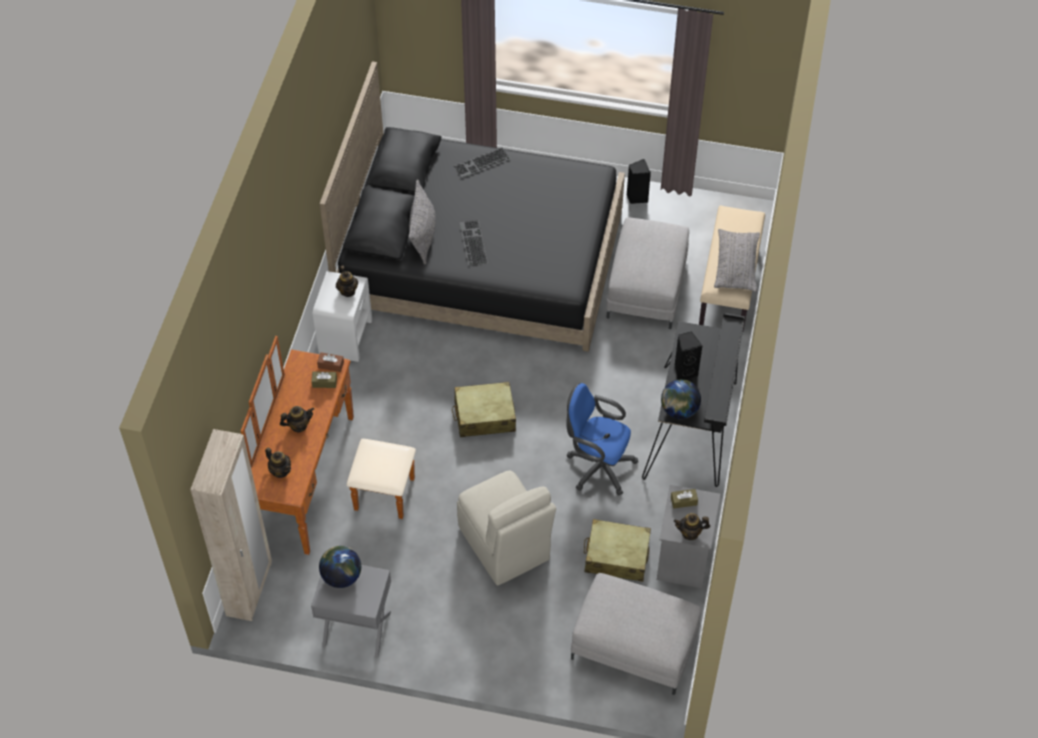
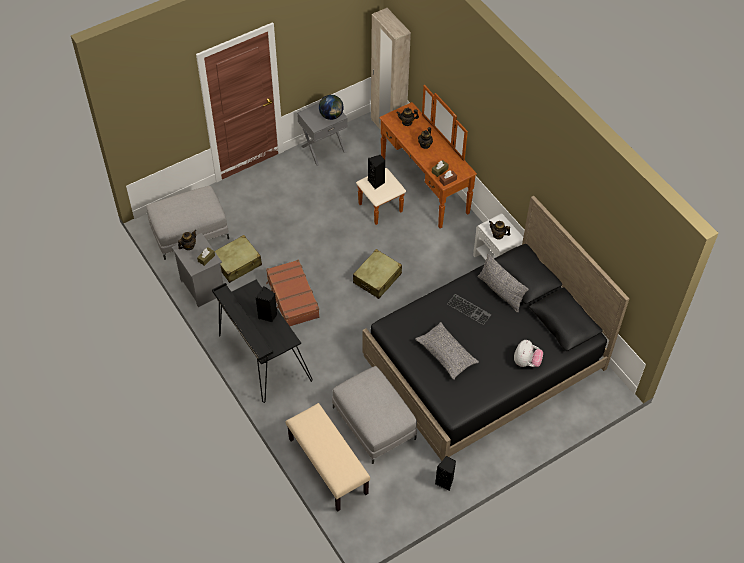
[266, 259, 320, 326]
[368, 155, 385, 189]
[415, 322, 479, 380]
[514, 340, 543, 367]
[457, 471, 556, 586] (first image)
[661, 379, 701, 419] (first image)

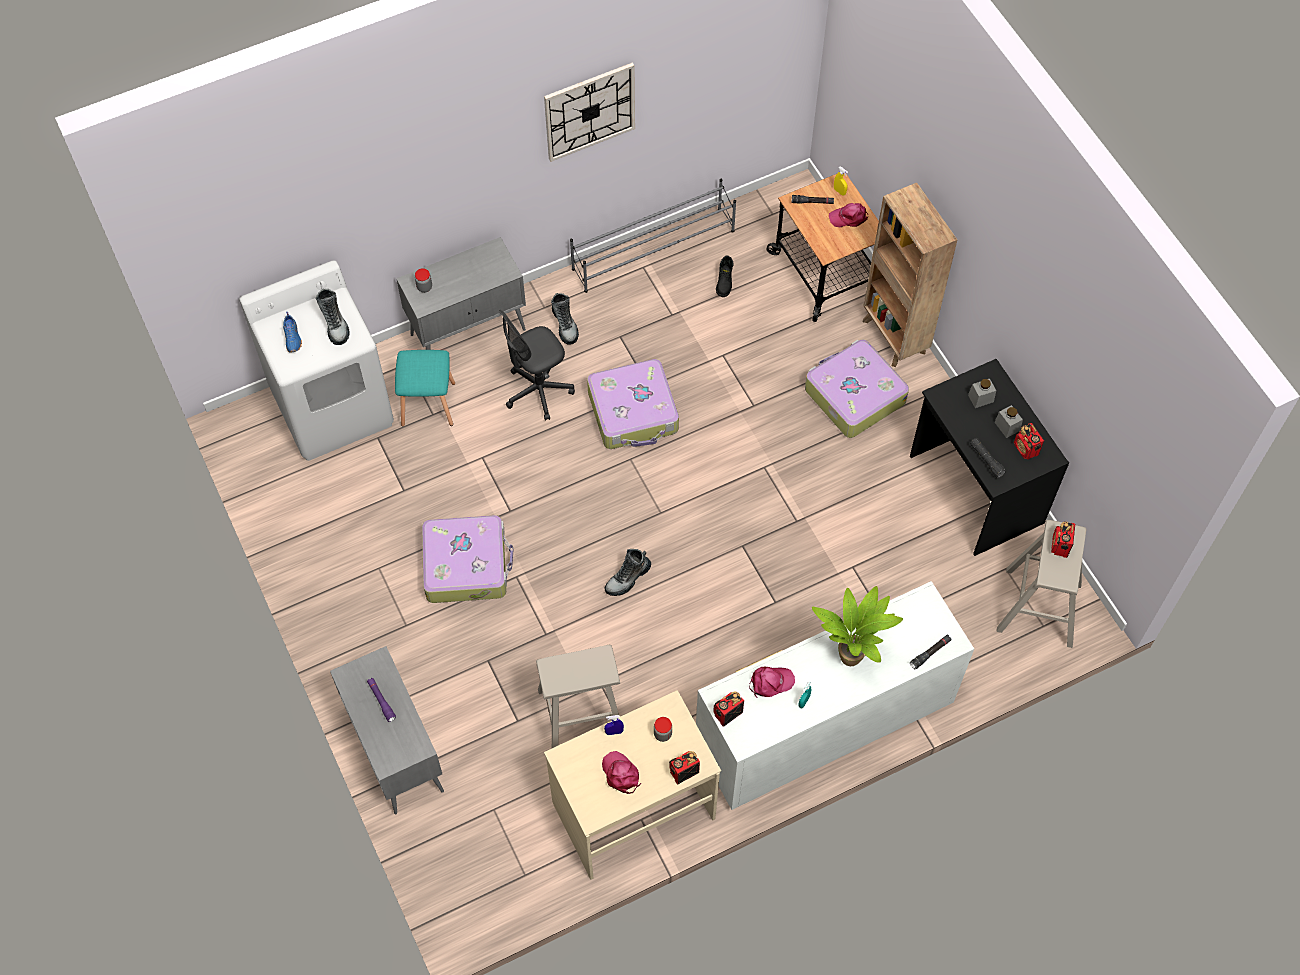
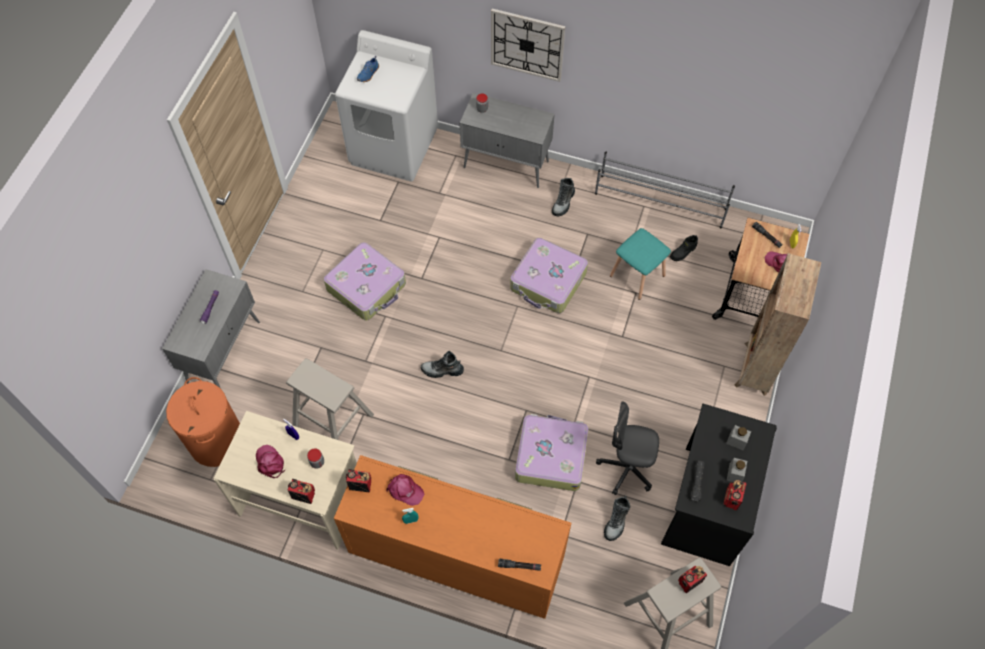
[166, 377, 240, 467]
[256, 445, 285, 478]
[334, 455, 571, 619]
[491, 8, 565, 82]
[515, 414, 589, 491]
[596, 401, 659, 495]
[604, 495, 630, 541]
[610, 228, 671, 300]
[812, 586, 903, 666] (first image)

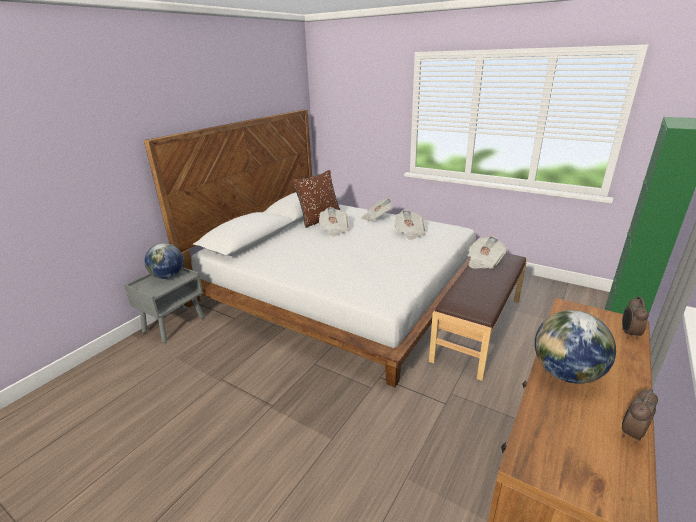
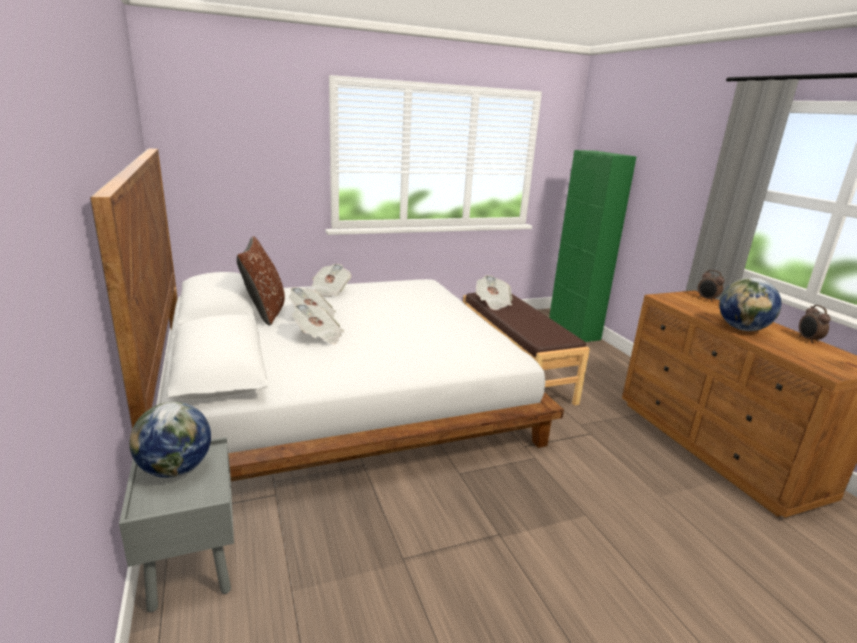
[292, 303, 344, 344]

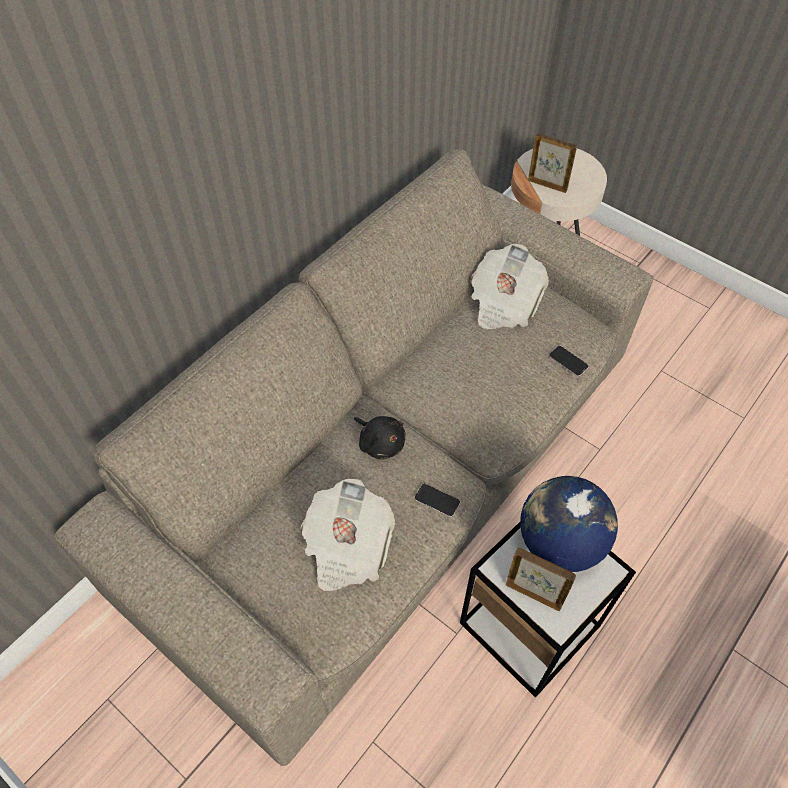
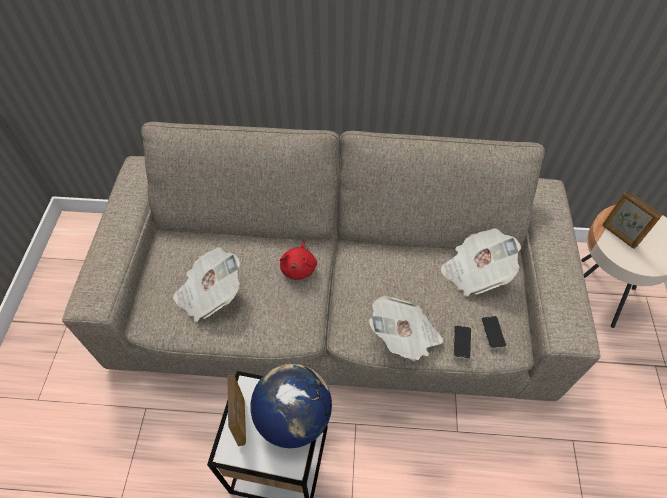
[280, 241, 317, 280]
[368, 296, 443, 361]
[481, 316, 506, 349]
[602, 190, 662, 249]

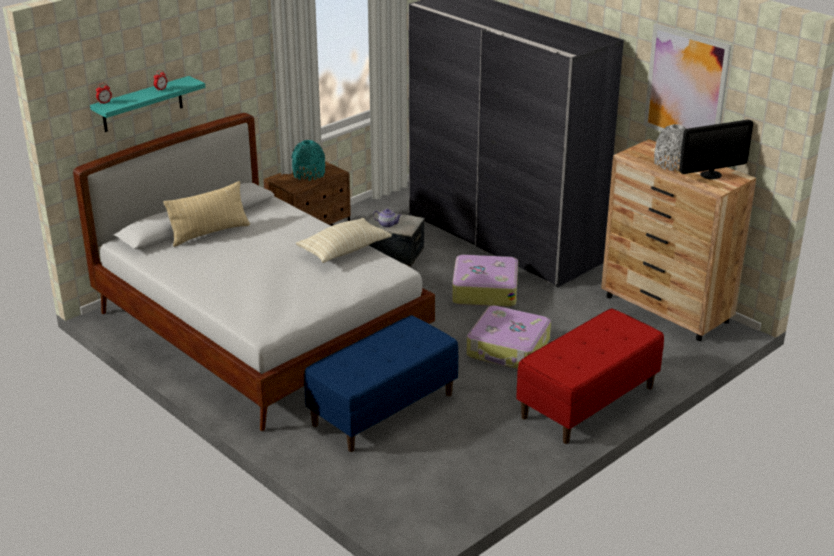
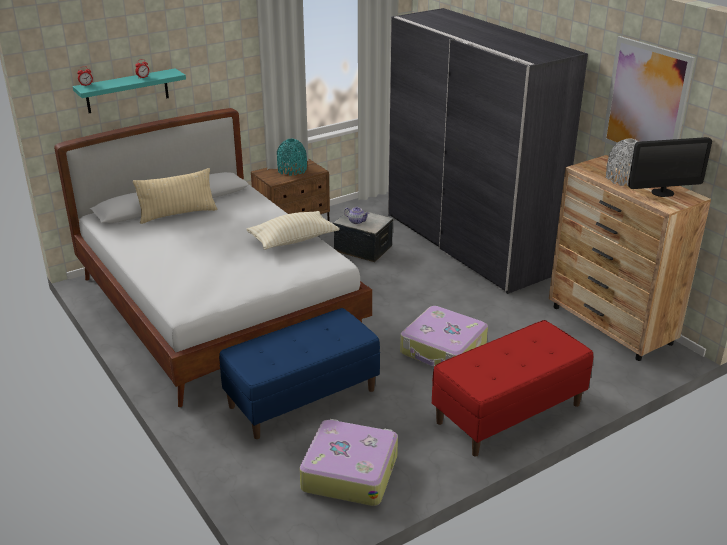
[299, 419, 398, 506]

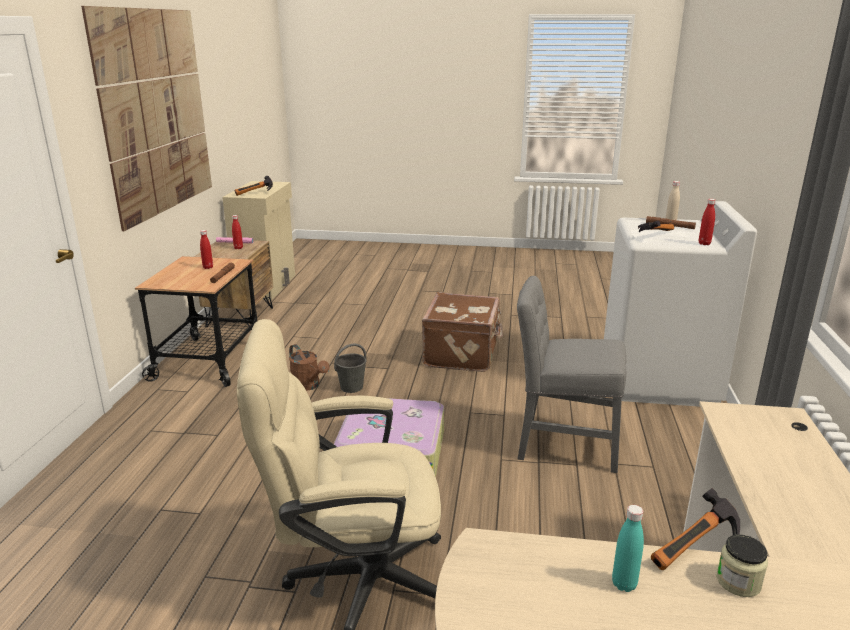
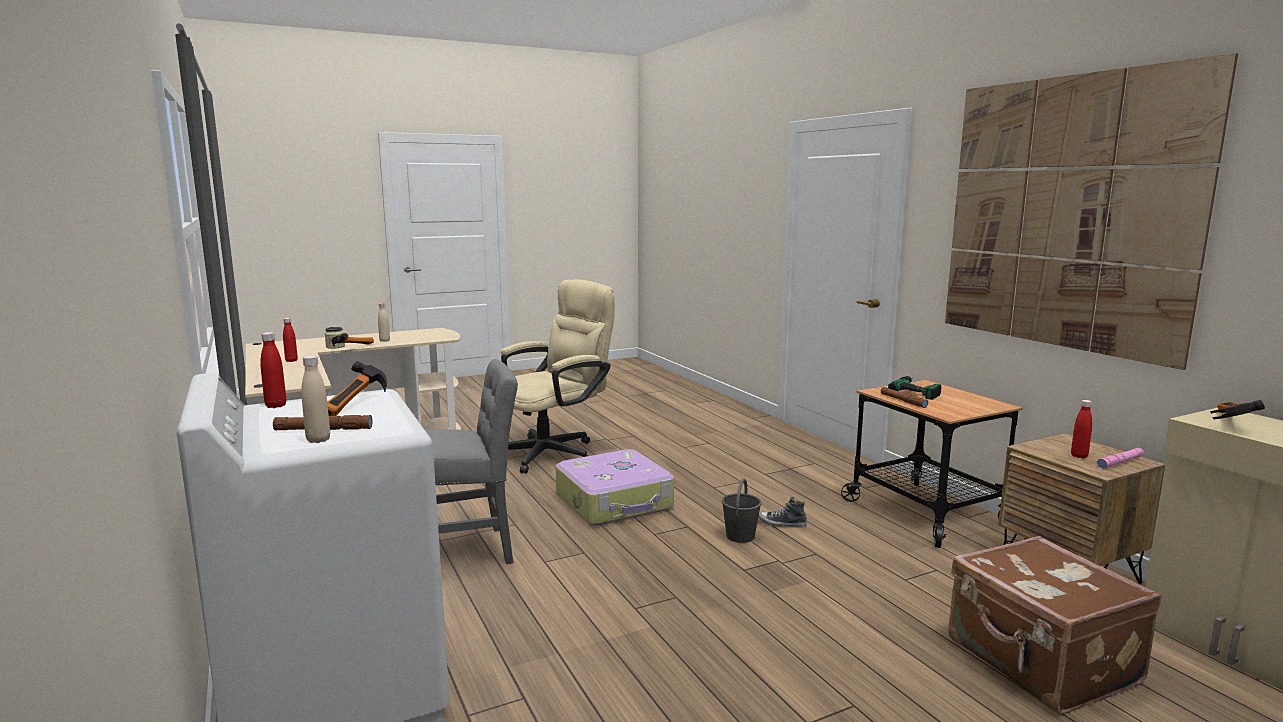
[283, 318, 298, 362]
[378, 303, 390, 342]
[758, 497, 807, 528]
[888, 376, 941, 400]
[948, 536, 1161, 714]

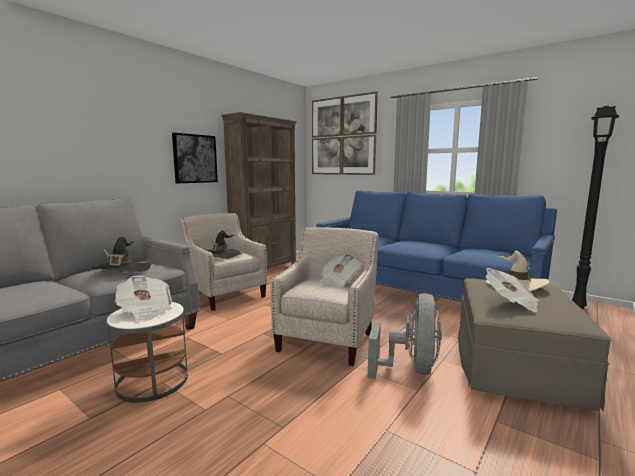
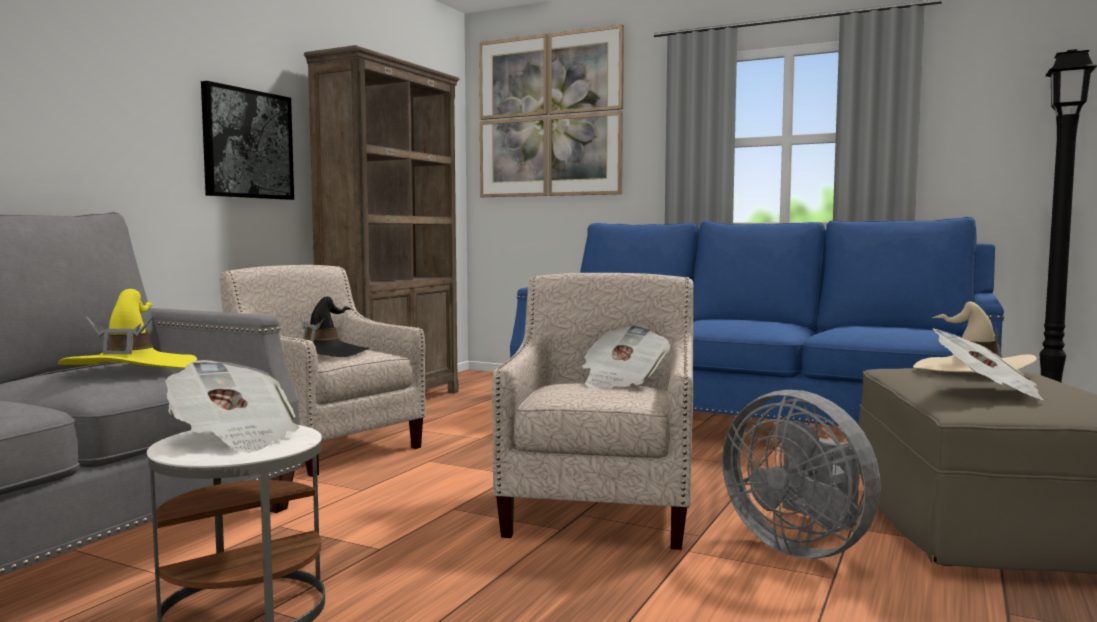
[58, 289, 197, 368]
[722, 390, 881, 559]

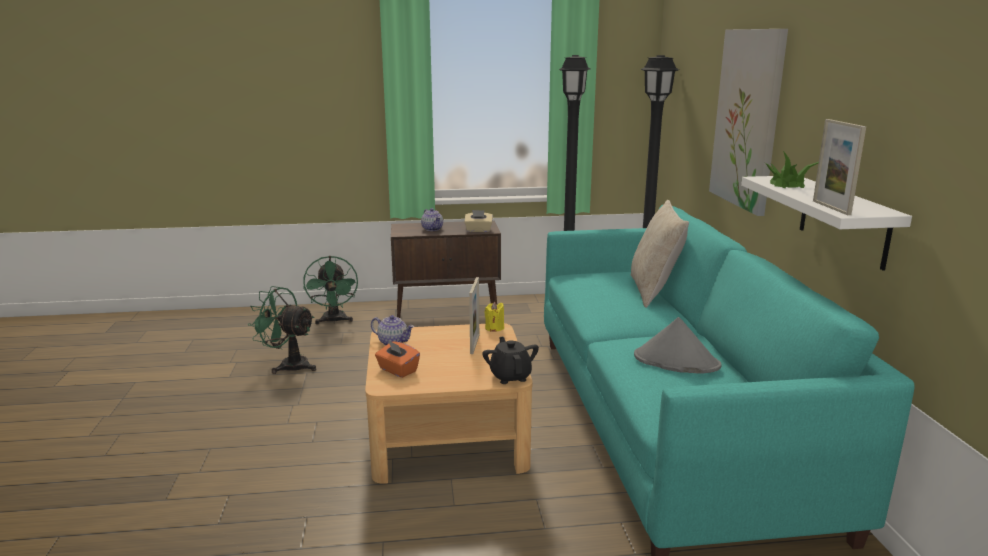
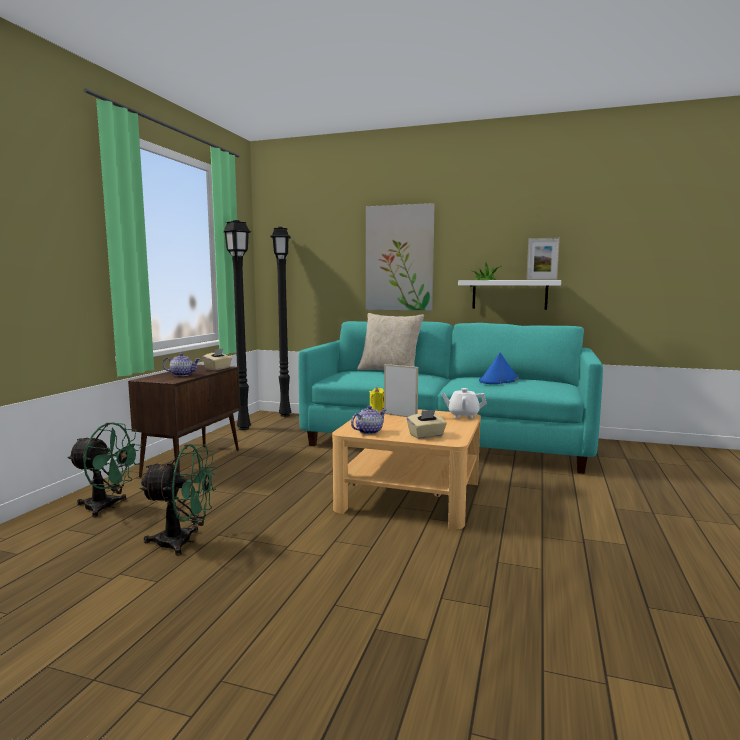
[139, 444, 217, 556]
[407, 409, 447, 439]
[441, 388, 487, 419]
[479, 352, 519, 384]

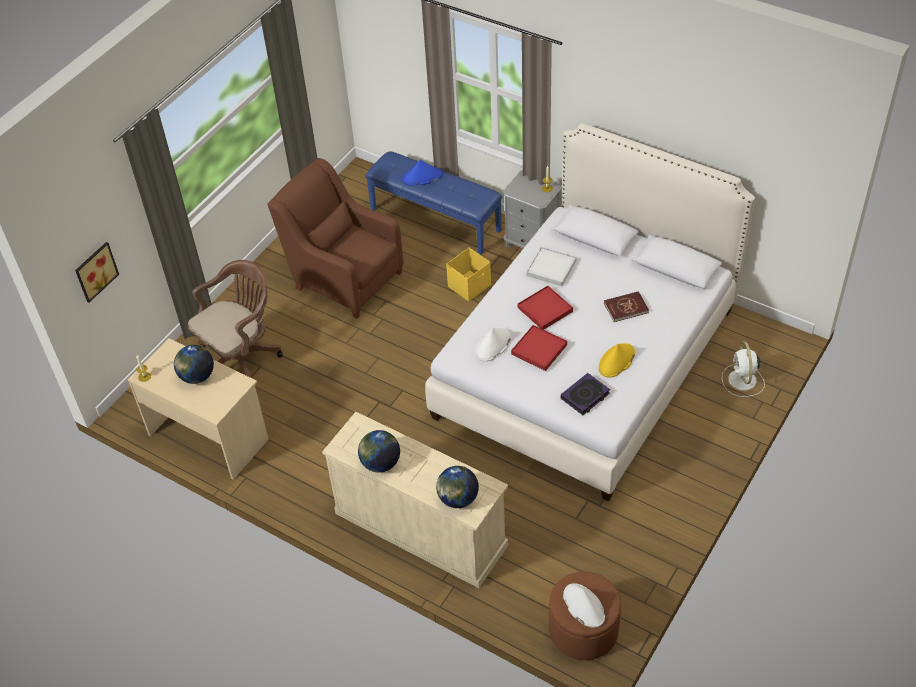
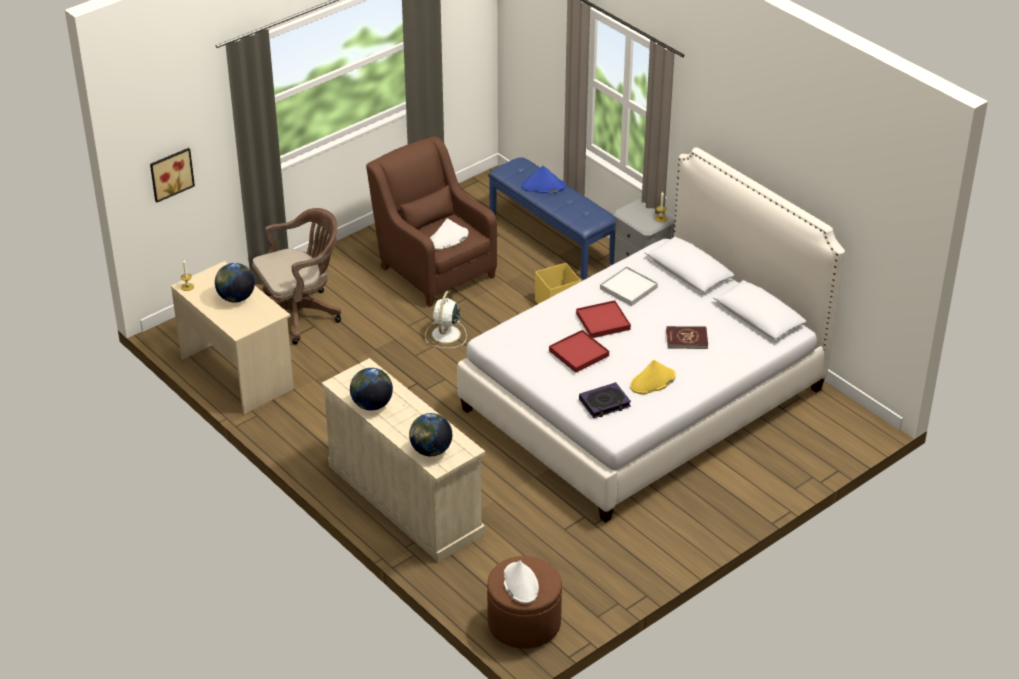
[425, 291, 467, 348]
[430, 218, 468, 250]

